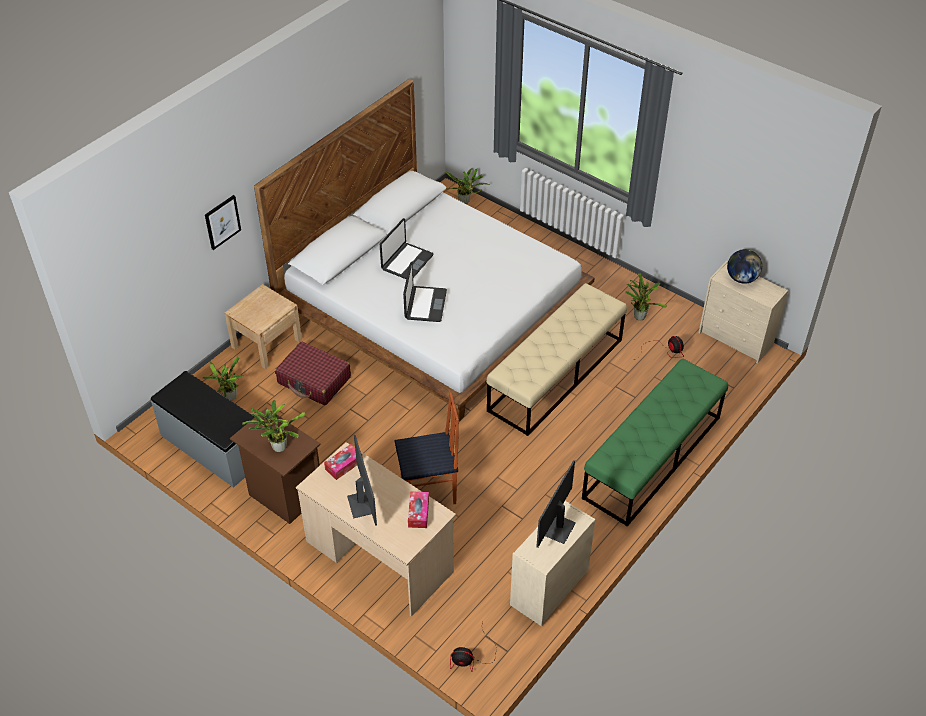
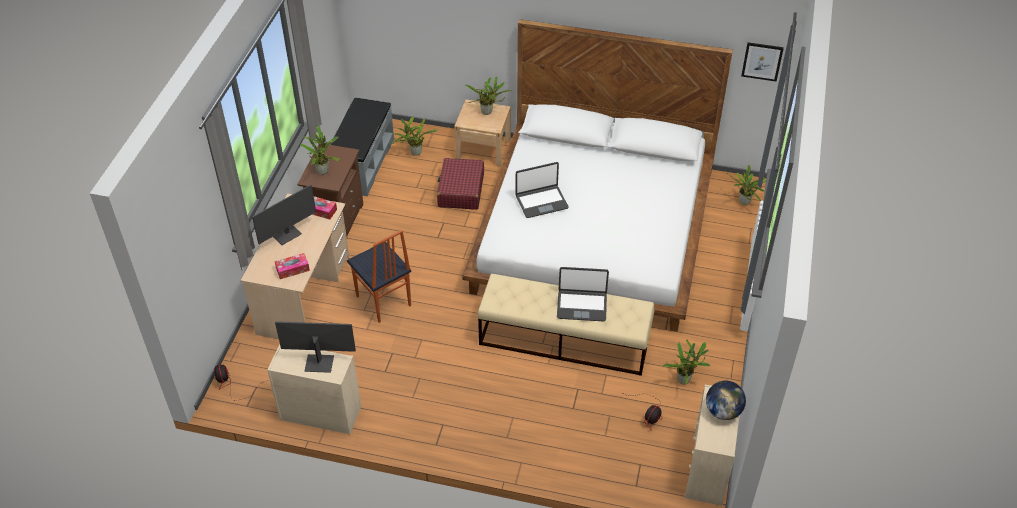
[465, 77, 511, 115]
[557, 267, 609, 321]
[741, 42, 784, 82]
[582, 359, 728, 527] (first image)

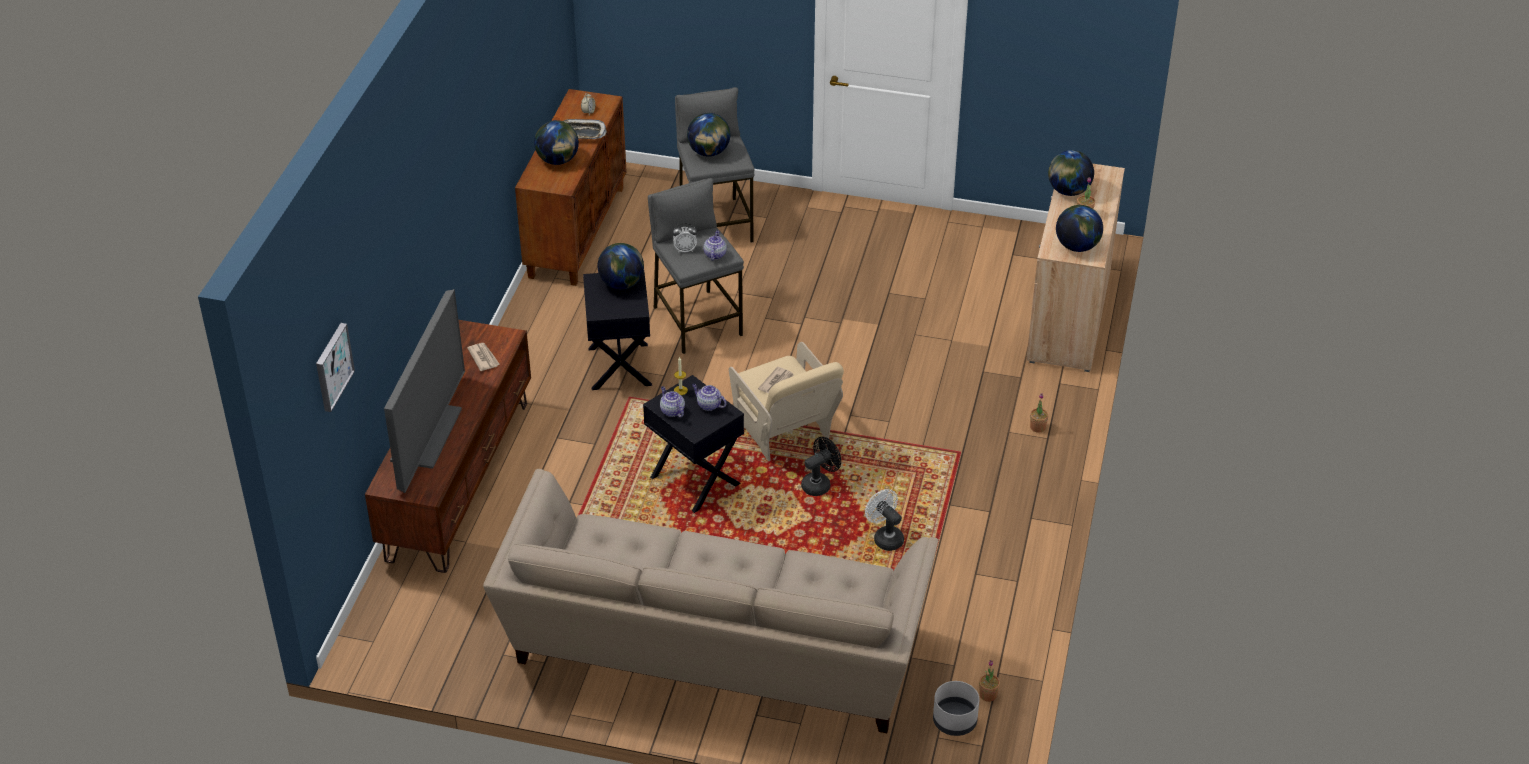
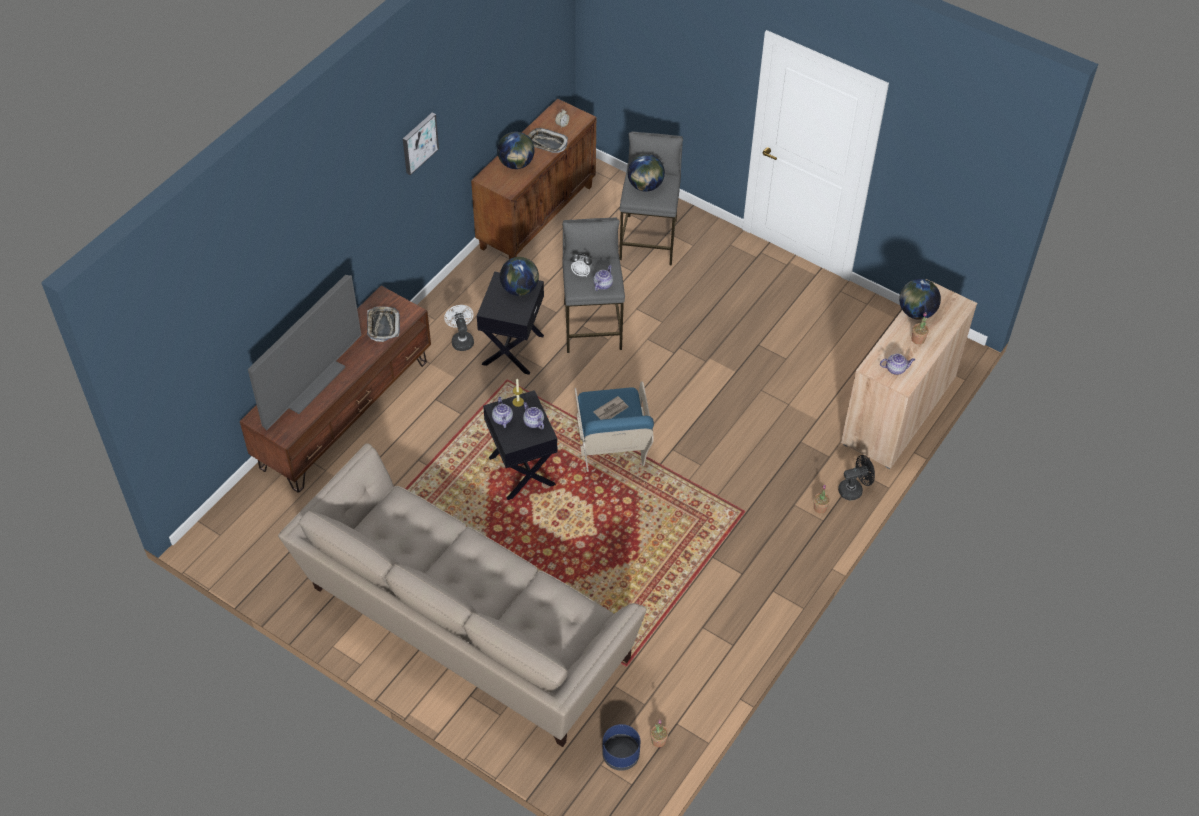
[367, 307, 400, 342]
[403, 113, 439, 175]
[444, 305, 474, 351]
[575, 381, 654, 472]
[602, 724, 640, 771]
[838, 455, 875, 500]
[880, 354, 915, 375]

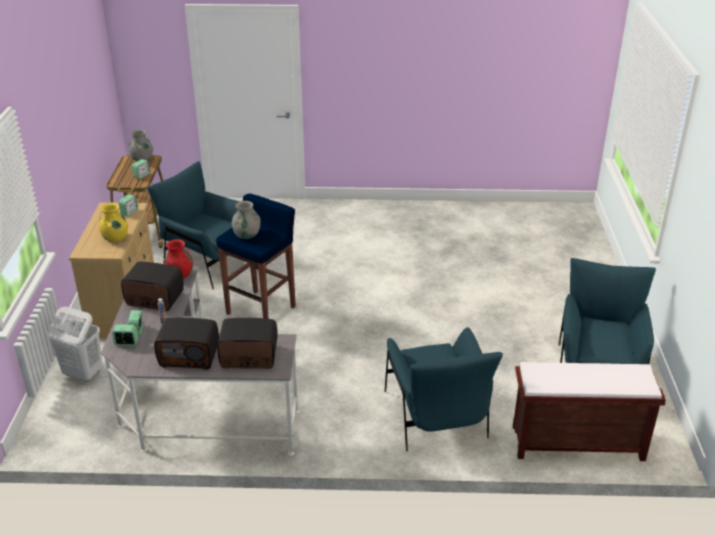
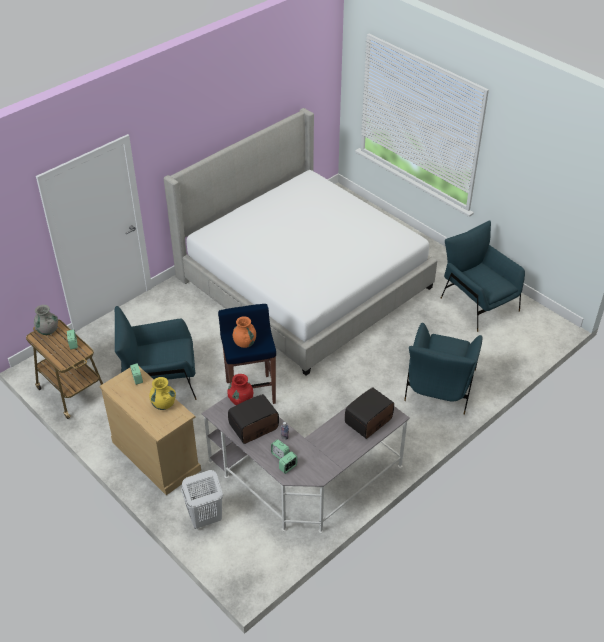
[164, 108, 437, 375]
[233, 316, 256, 348]
[404, 323, 482, 415]
[154, 318, 219, 370] (first image)
[513, 362, 666, 461] (first image)

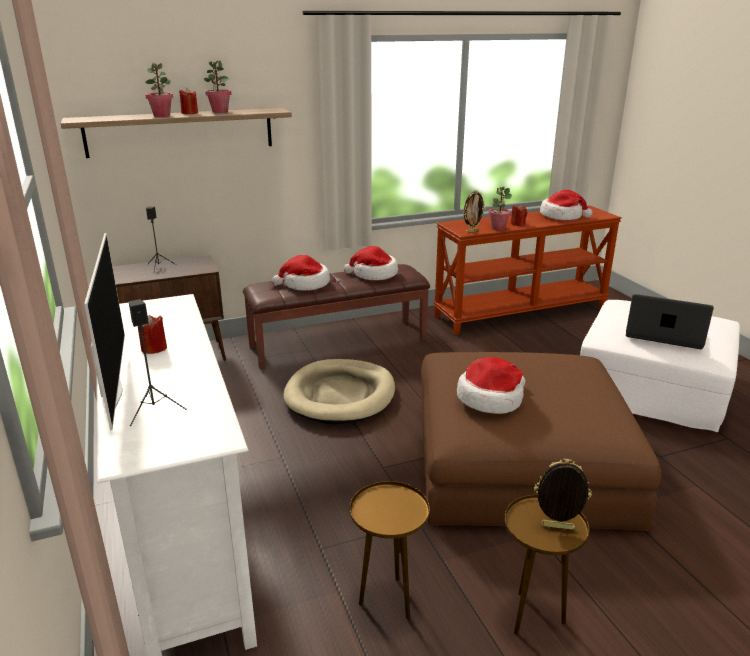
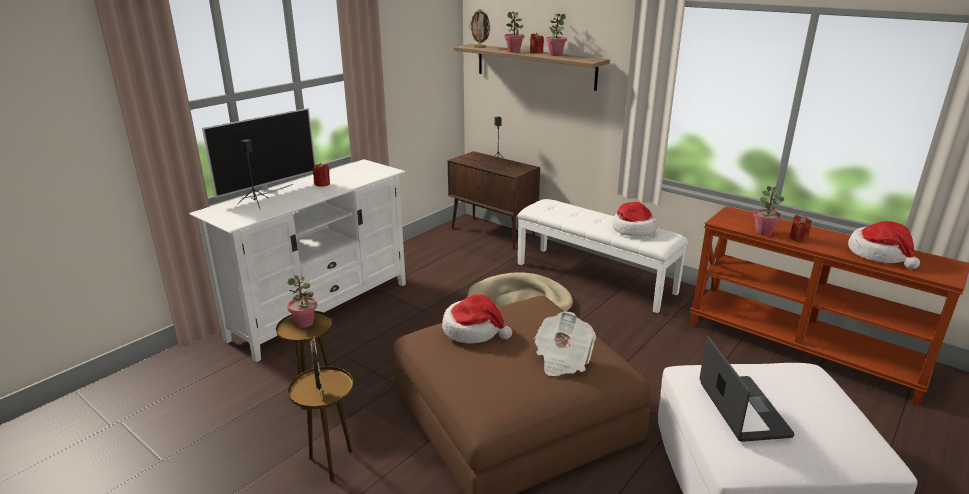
[287, 274, 317, 328]
[469, 9, 491, 48]
[517, 199, 688, 313]
[534, 311, 596, 376]
[272, 255, 330, 290] (first image)

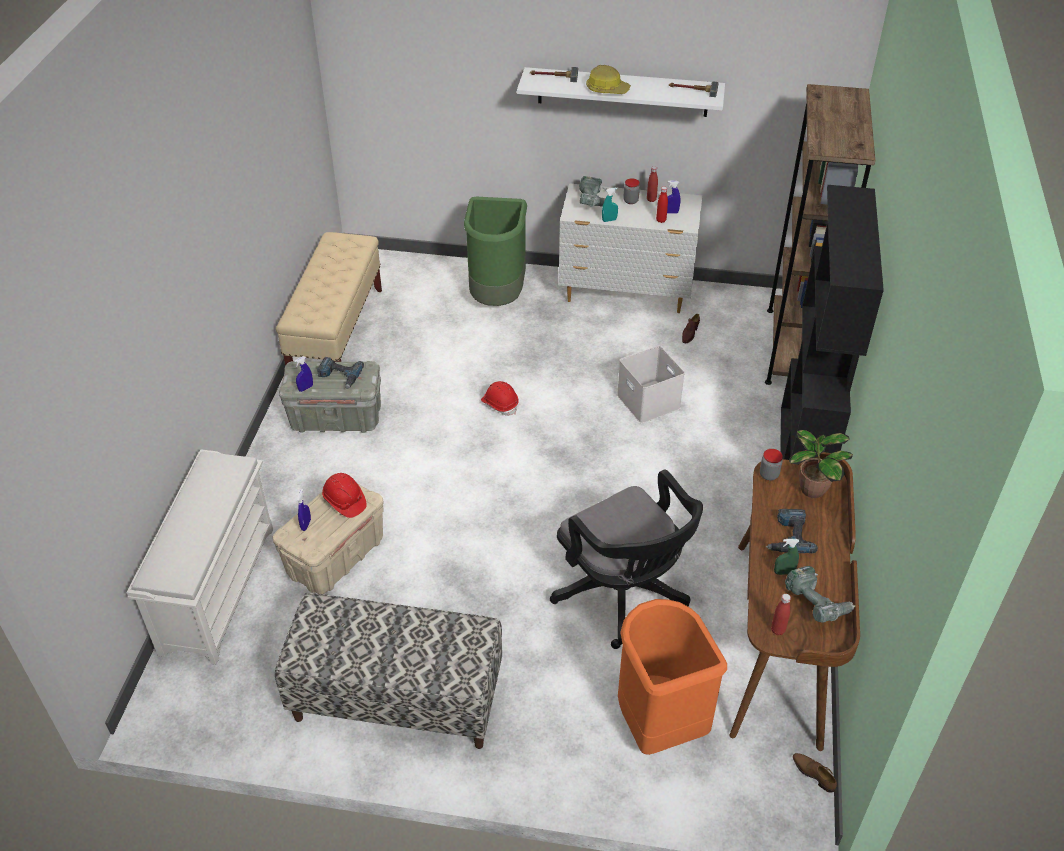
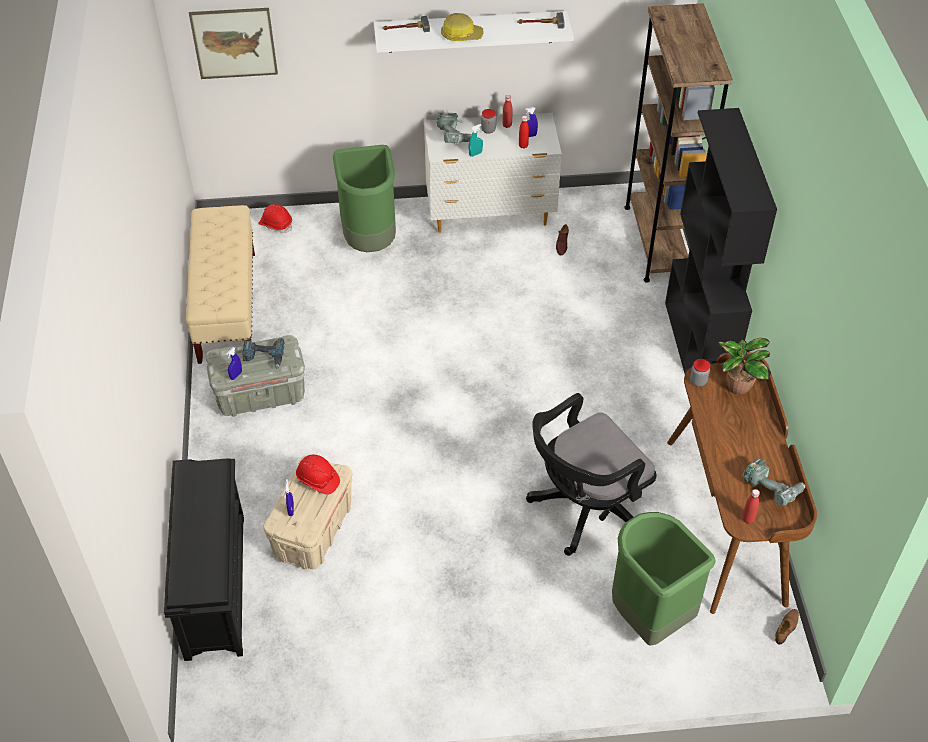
[164, 458, 244, 661]
[189, 8, 278, 79]
[258, 204, 292, 233]
[526, 393, 656, 556]
[612, 512, 716, 645]
[775, 609, 799, 645]
[275, 593, 502, 749] (first image)
[617, 345, 685, 424] (first image)
[766, 509, 818, 554] (first image)
[774, 539, 799, 575] (first image)

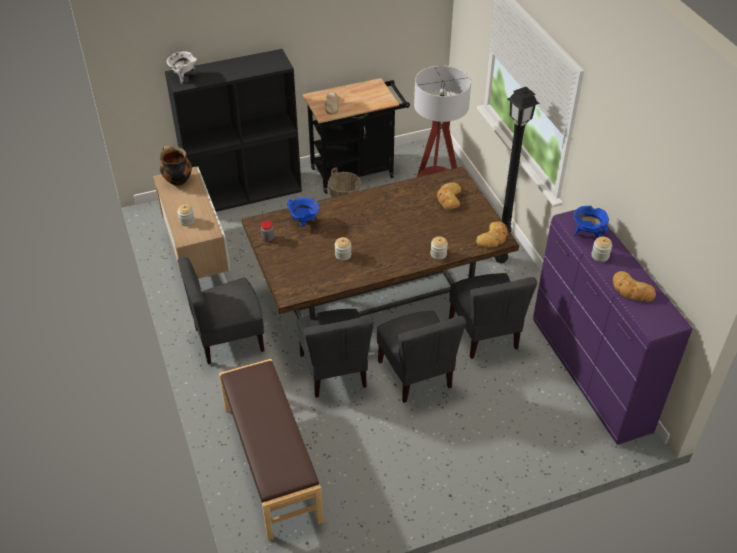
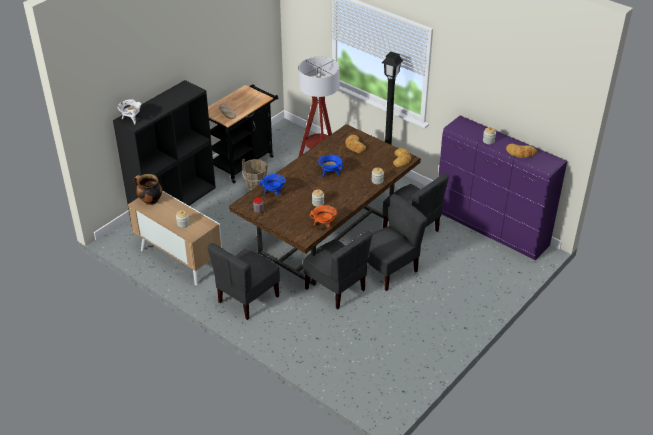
[310, 205, 337, 228]
[318, 155, 343, 177]
[367, 194, 427, 291]
[219, 359, 323, 540] (first image)

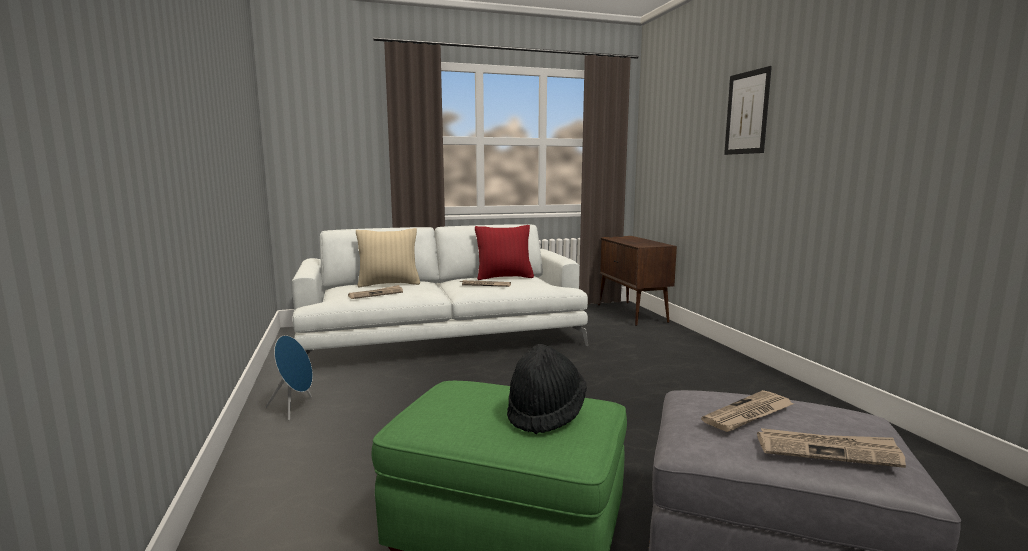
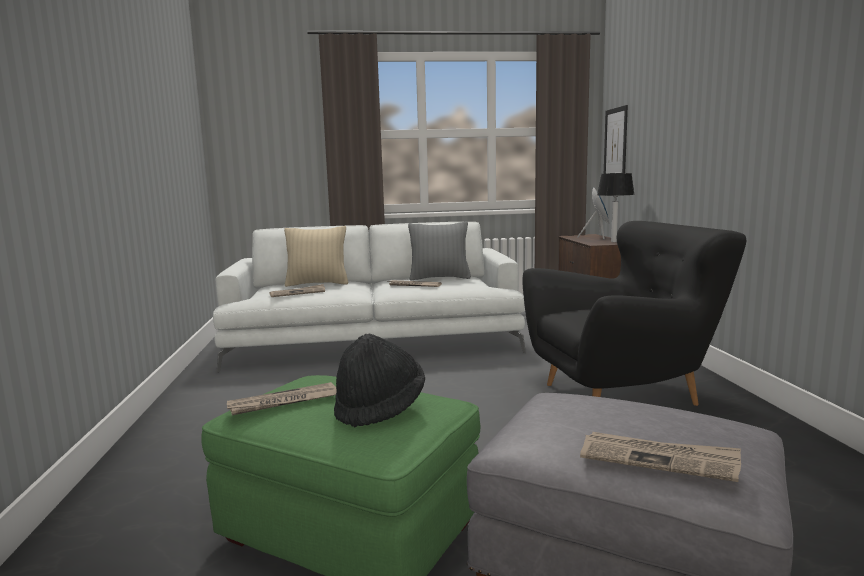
[227, 382, 337, 415]
[408, 222, 471, 281]
[523, 221, 746, 406]
[577, 187, 609, 239]
[597, 173, 635, 242]
[604, 105, 628, 174]

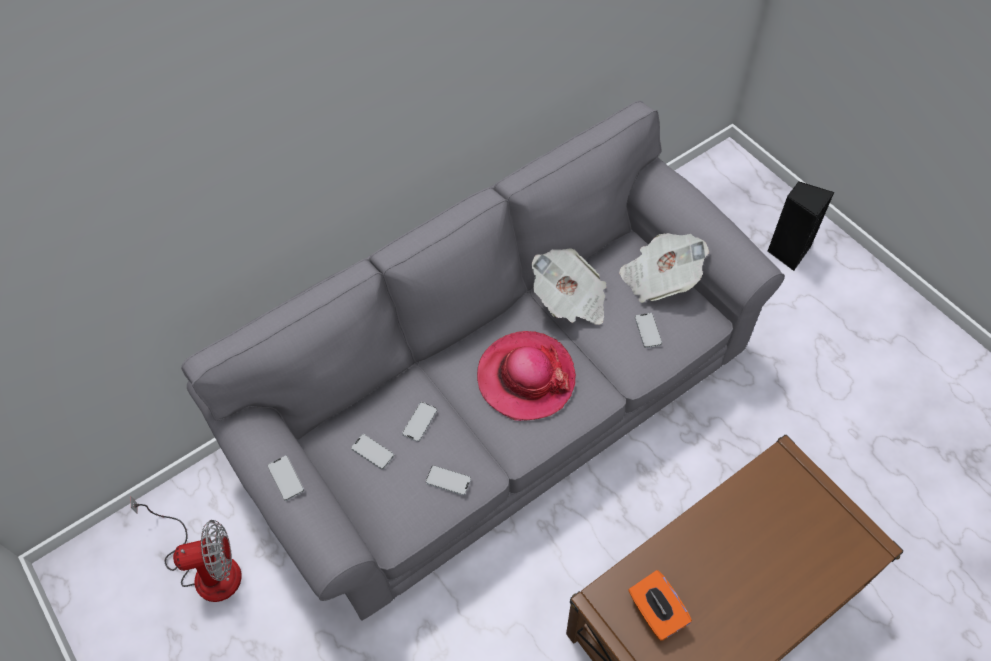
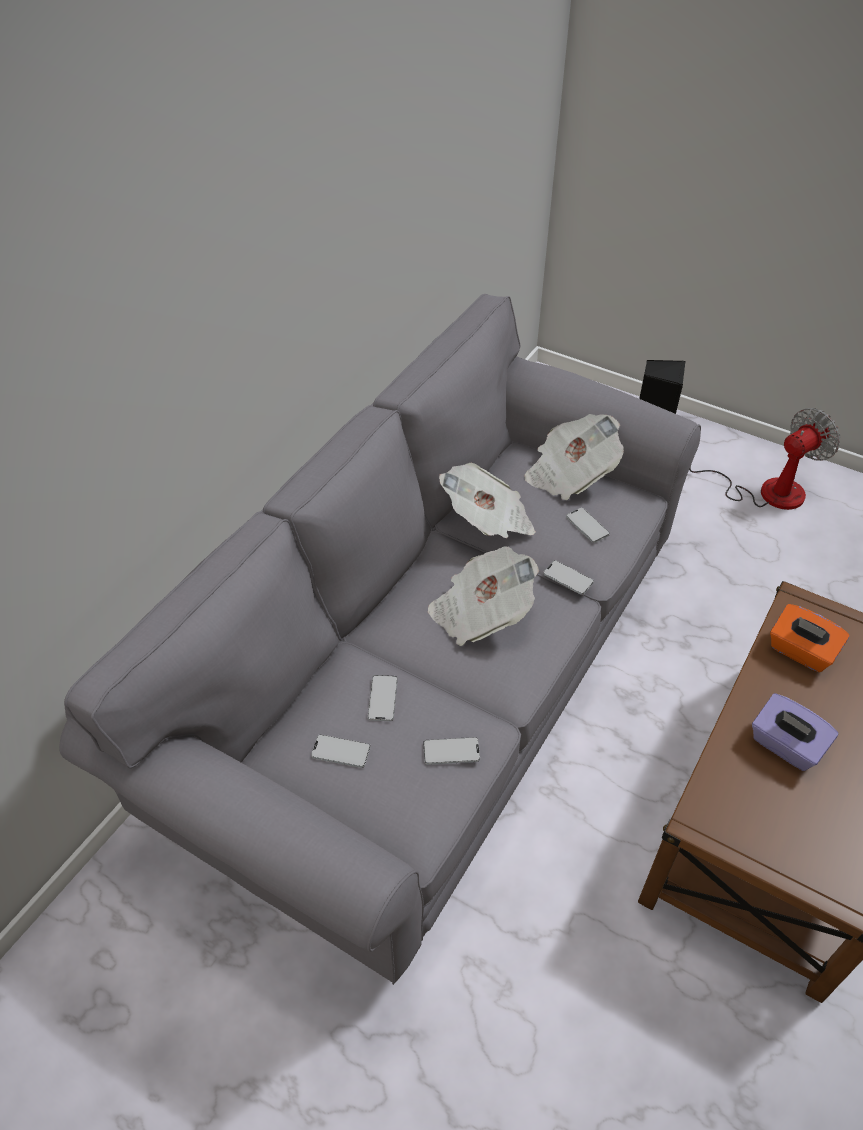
[428, 546, 539, 646]
[543, 560, 594, 595]
[689, 408, 840, 510]
[752, 693, 839, 771]
[770, 604, 850, 672]

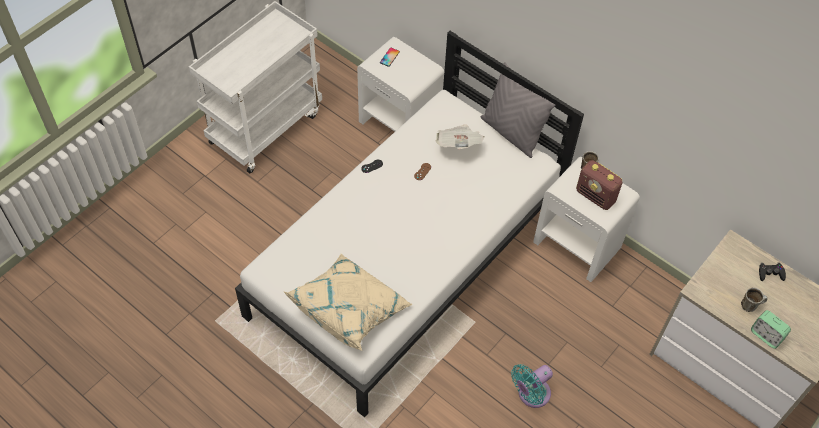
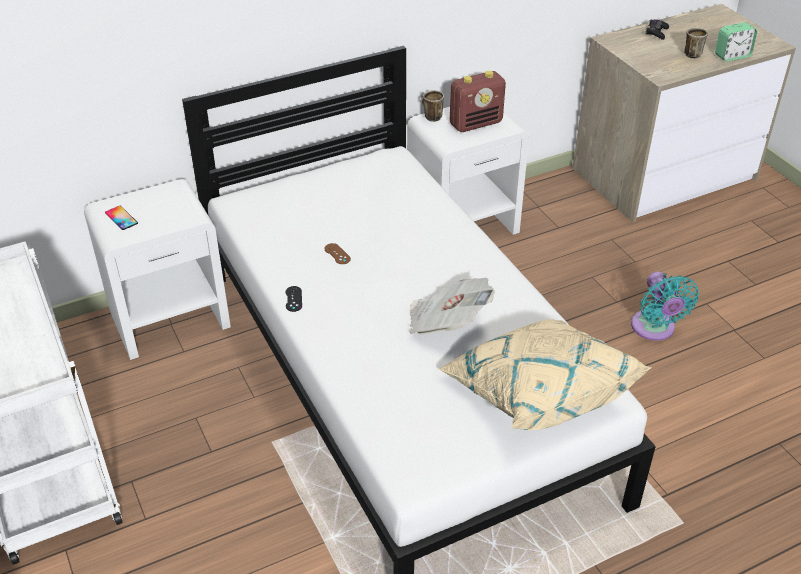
[410, 278, 495, 334]
[481, 62, 556, 158] (first image)

